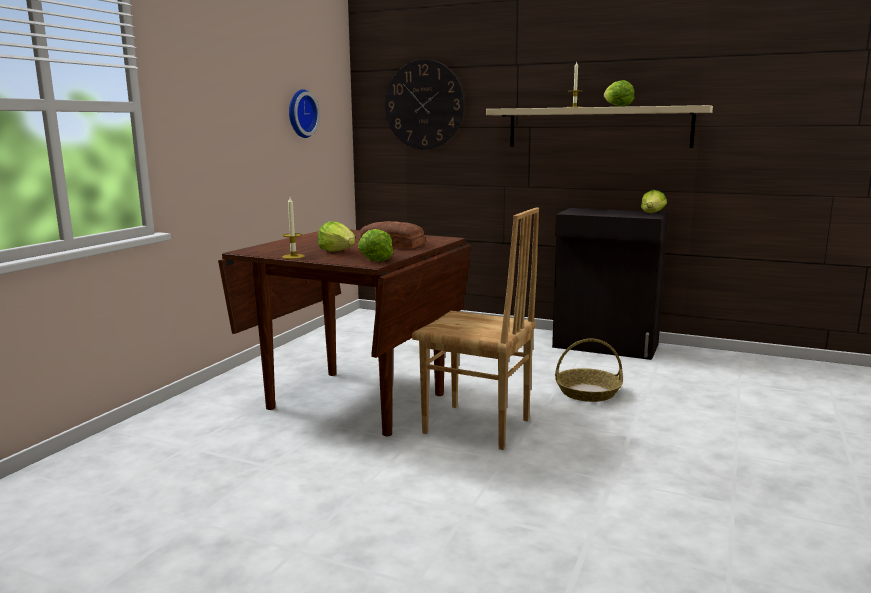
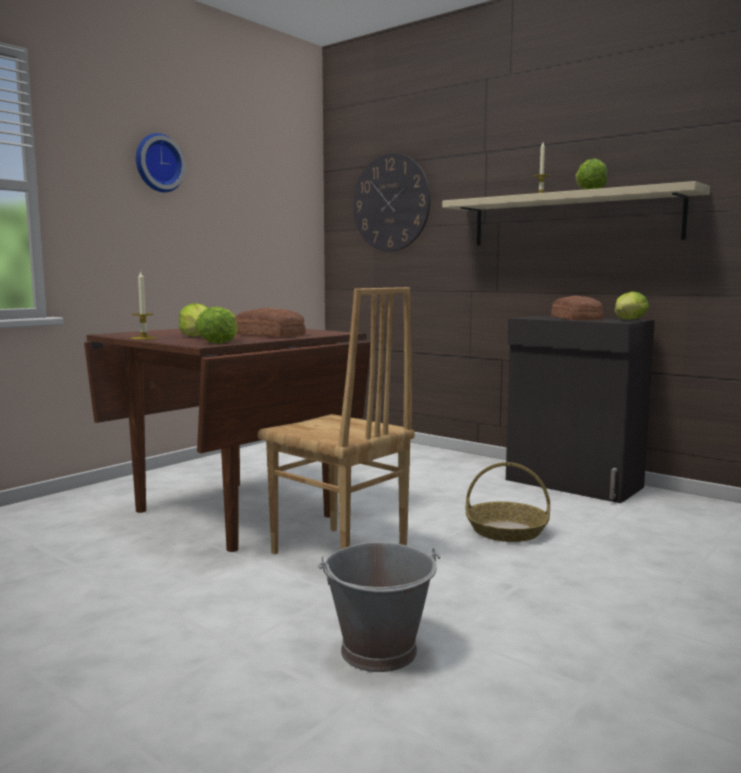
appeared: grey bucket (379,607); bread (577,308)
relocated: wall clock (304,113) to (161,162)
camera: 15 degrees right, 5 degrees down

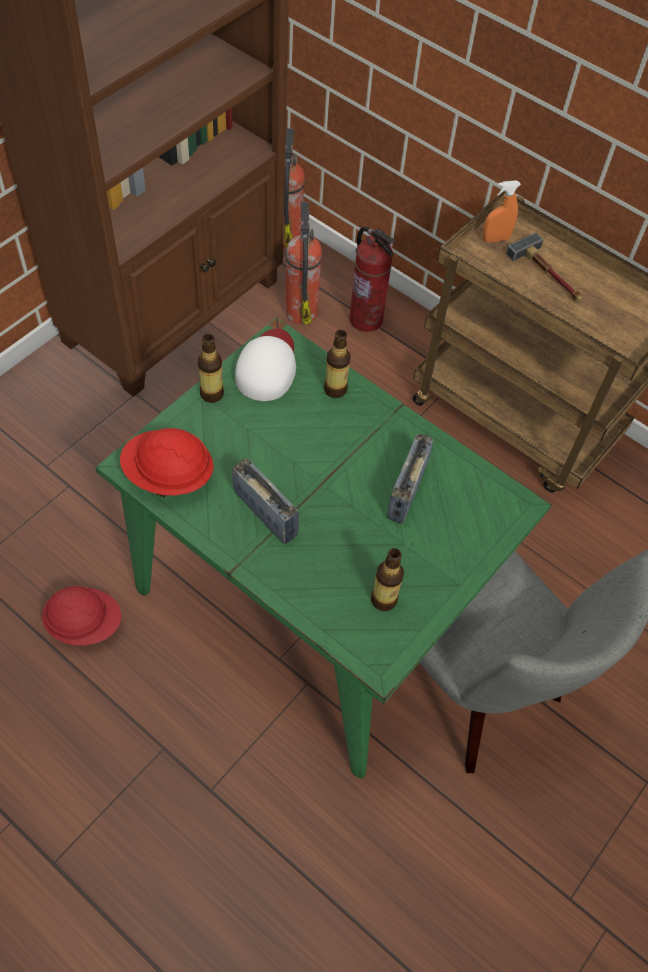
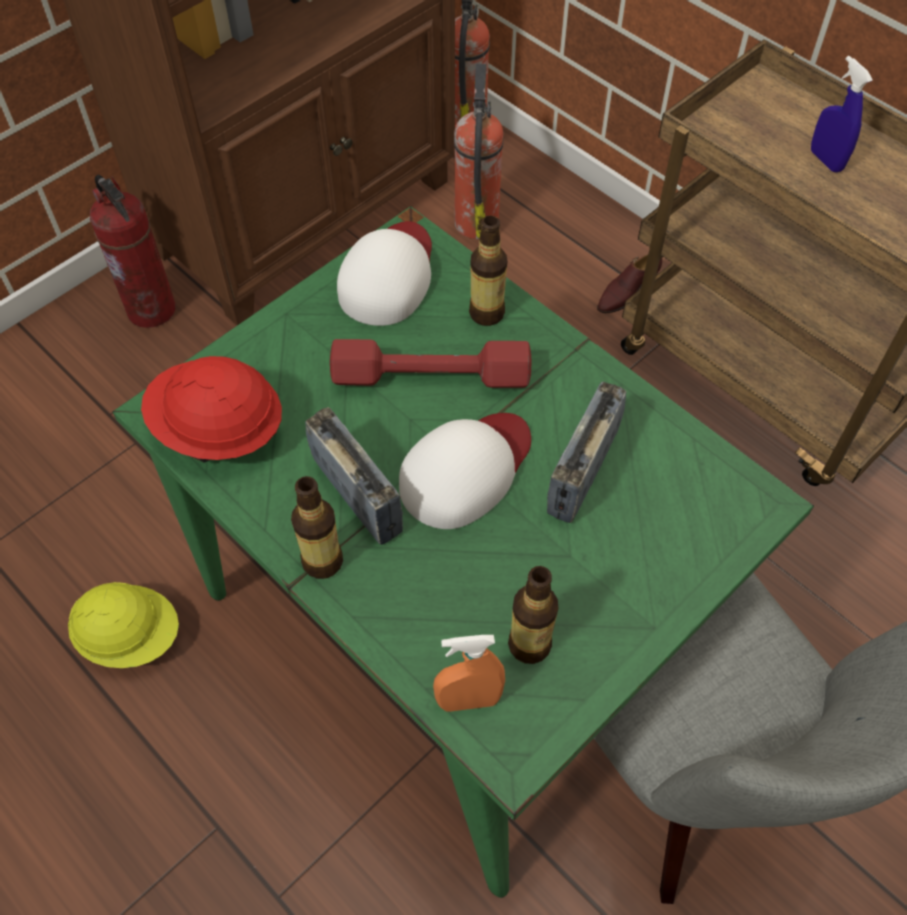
appeared: red dumbbell (431,363); white cap (465,471); brown shoe (629,283)
relocated: bottle (211,368) to (317,527); fire extinguisher (372,279) to (133,251); orange spray bottle (502,211) to (469,673)
exchanged: hammer (544,266) to blue spray bottle (841,114)
colour: red hard hat (81,615) to yellow hard hat (123,625)
camera: 10 degrees right, 0 degrees up

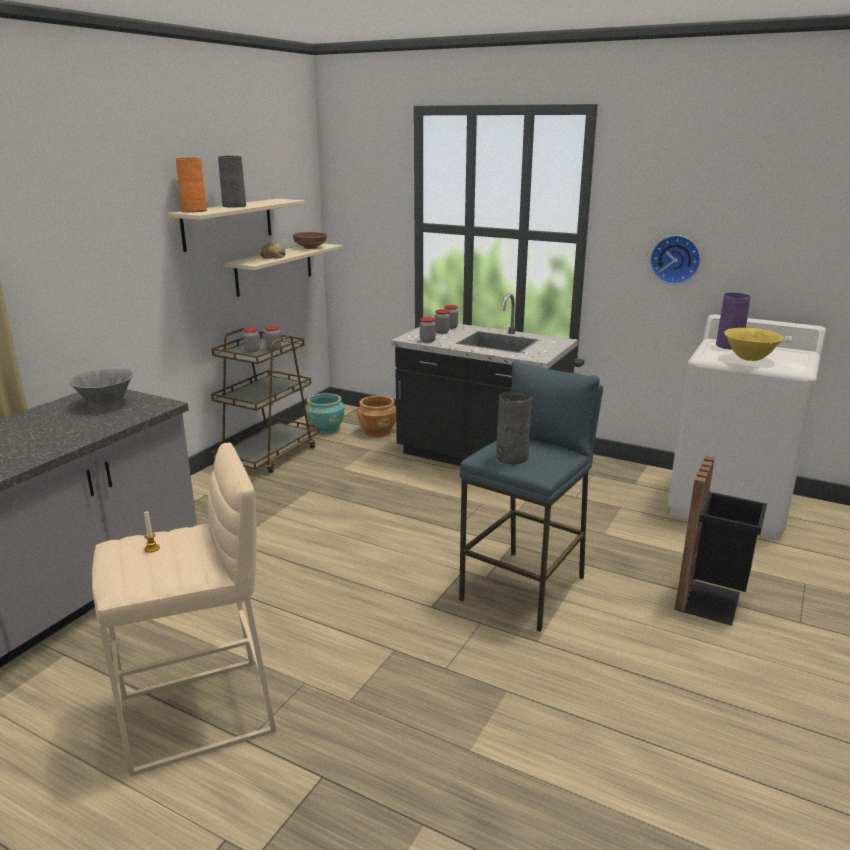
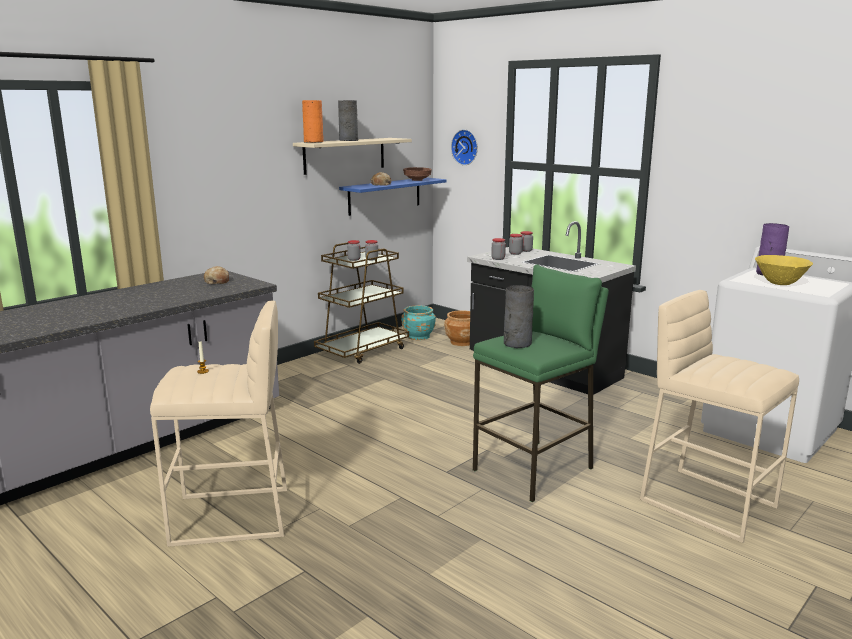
relocated: wall clock (675,260) to (464,147)
exchanged: grey bowl (101,387) to bread (216,275); black trash can (720,541) to beige stool (719,416)
colour: beige shelf (283,270) to blue shelf (393,197); blue stool (531,496) to green stool (541,383)
camera: 15 degrees right, 5 degrees down

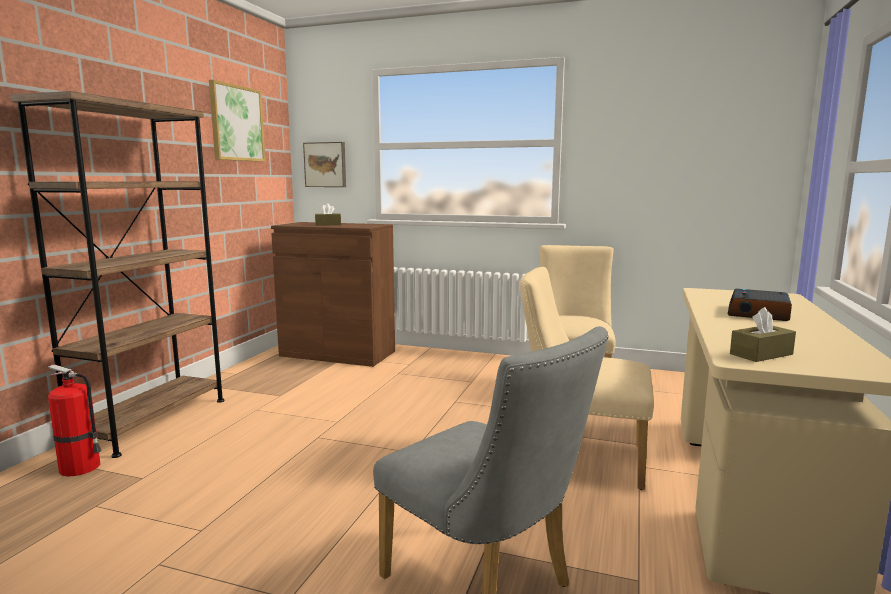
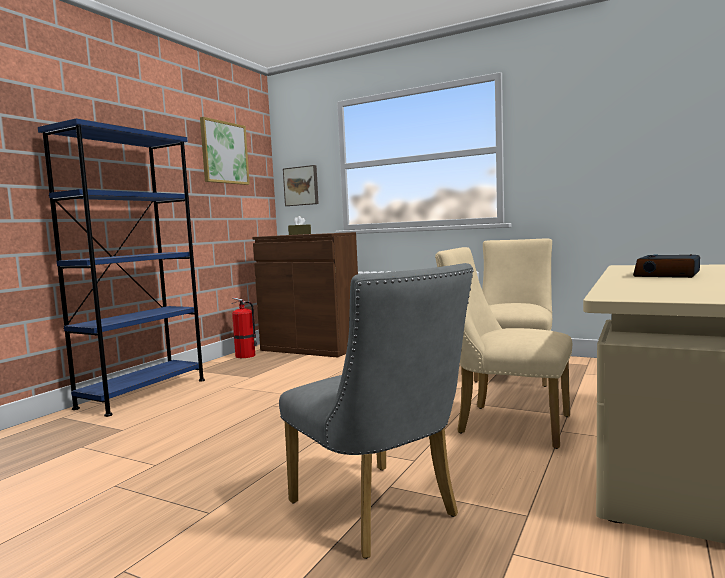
missing: brown tissue box (763,334)
relocated: fire extinguisher (74,420) to (244,327)
colour: brown bookcase (117,274) to blue bookcase (121,267)
camera: 10 degrees right, 5 degrees down

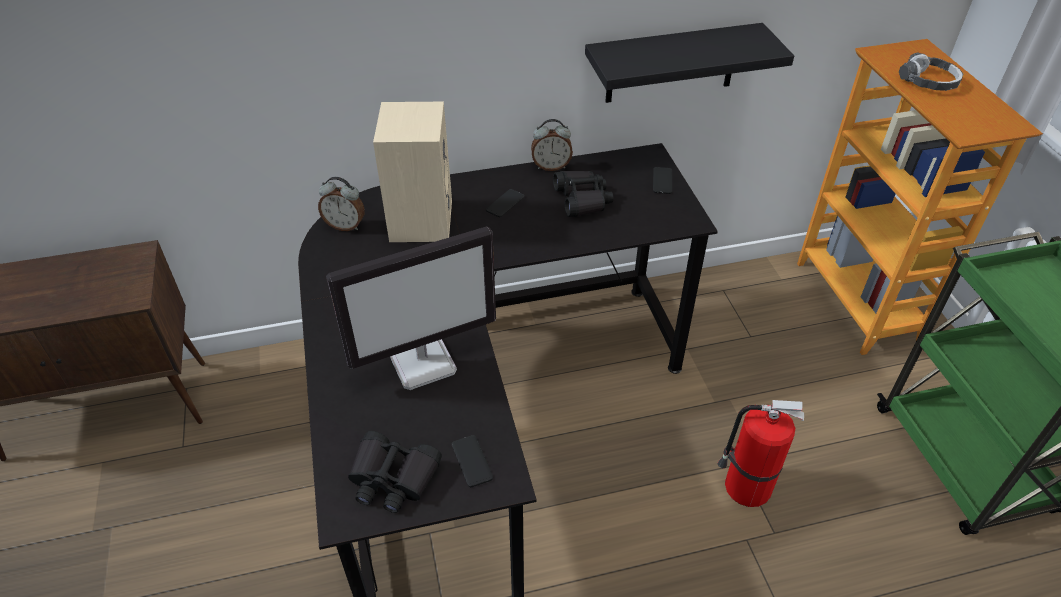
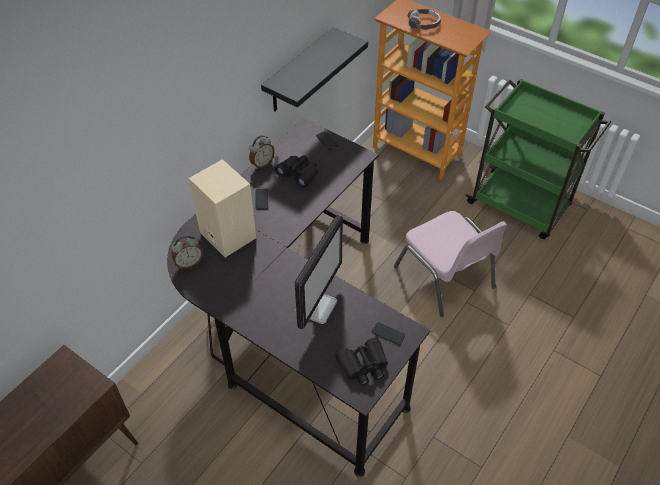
exchanged: fire extinguisher (760,453) to pink chair (450,264)
camera: 40 degrees left, 5 degrees up

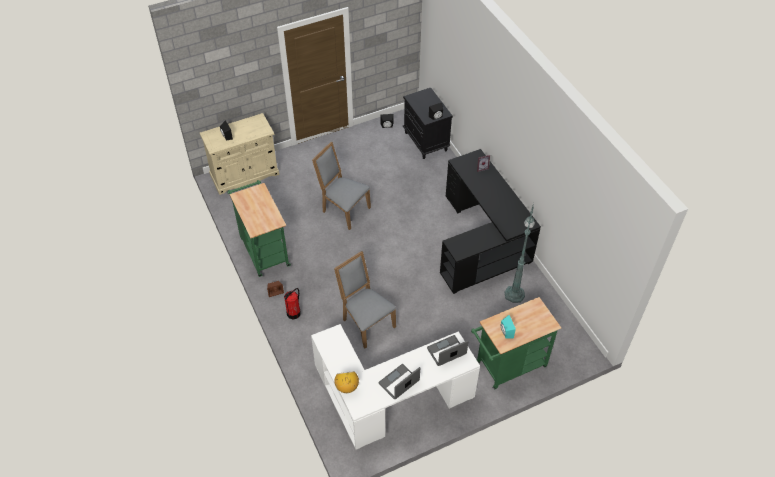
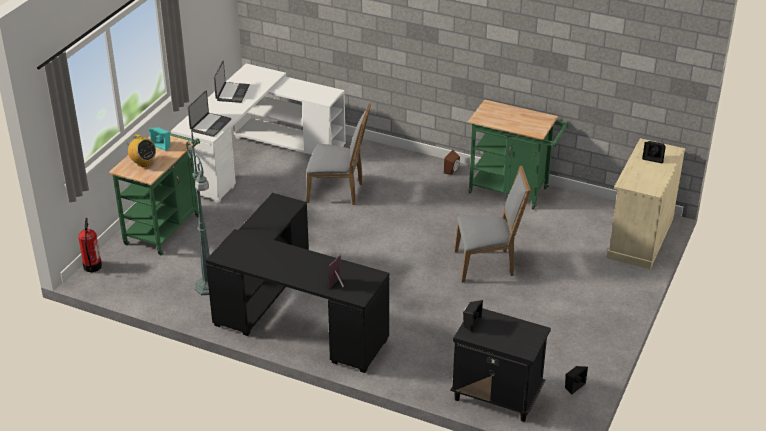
relocated: fire extinguisher (292,304) to (90,245); radio (346,382) to (140,150)
camera: 140 degrees right, 15 degrees down

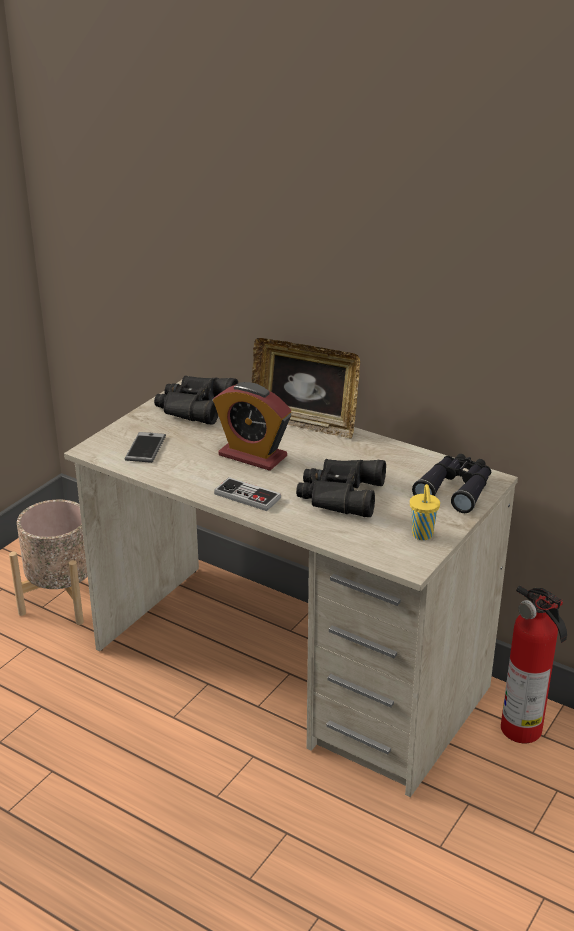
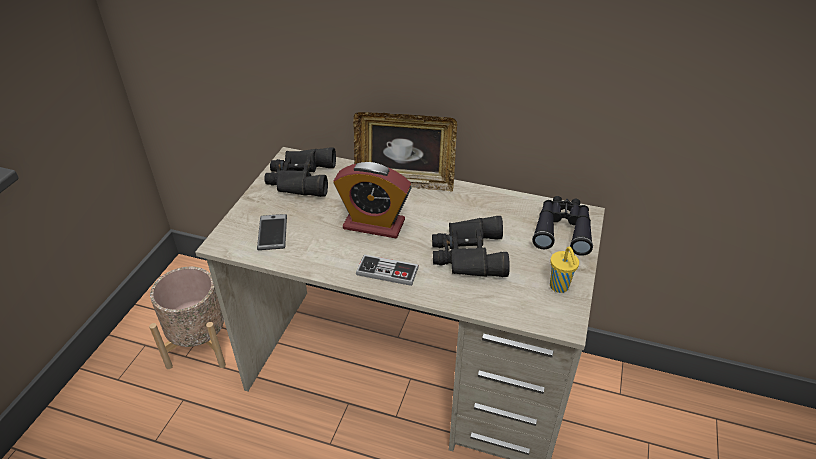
missing: fire extinguisher (534,664)
camera: 15 degrees left, 10 degrees up

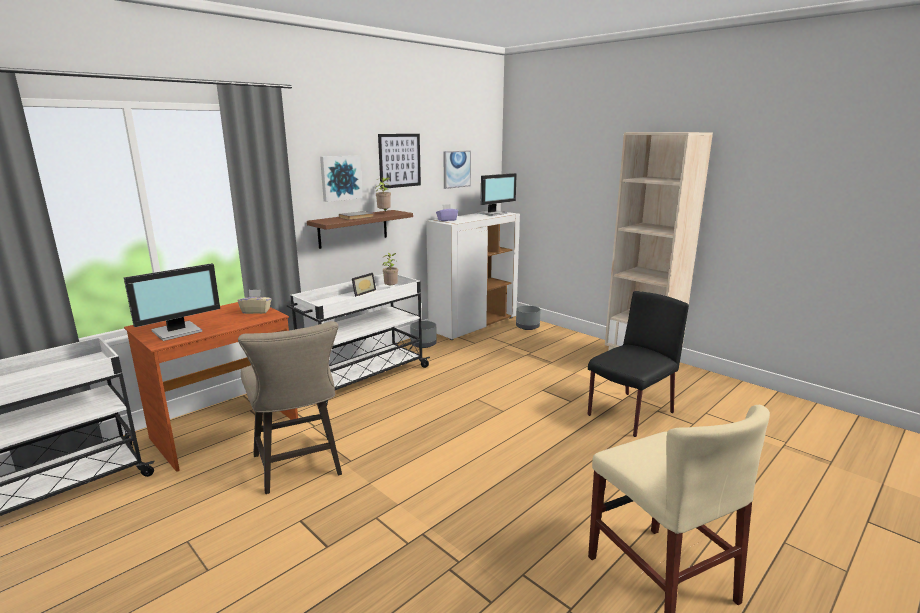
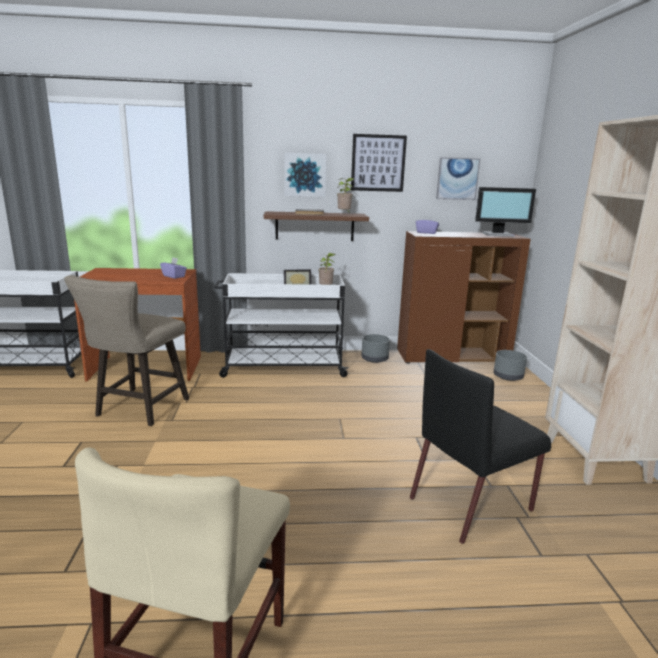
missing: monitor (172,302)
colour: beige tissue box (254,302) to purple tissue box (173,268); white cabinet (473,276) to brown cabinet (464,297)
spun: black chair (638,364) = (480,446) 150 degrees clockwise
camera: 40 degrees right, 0 degrees up

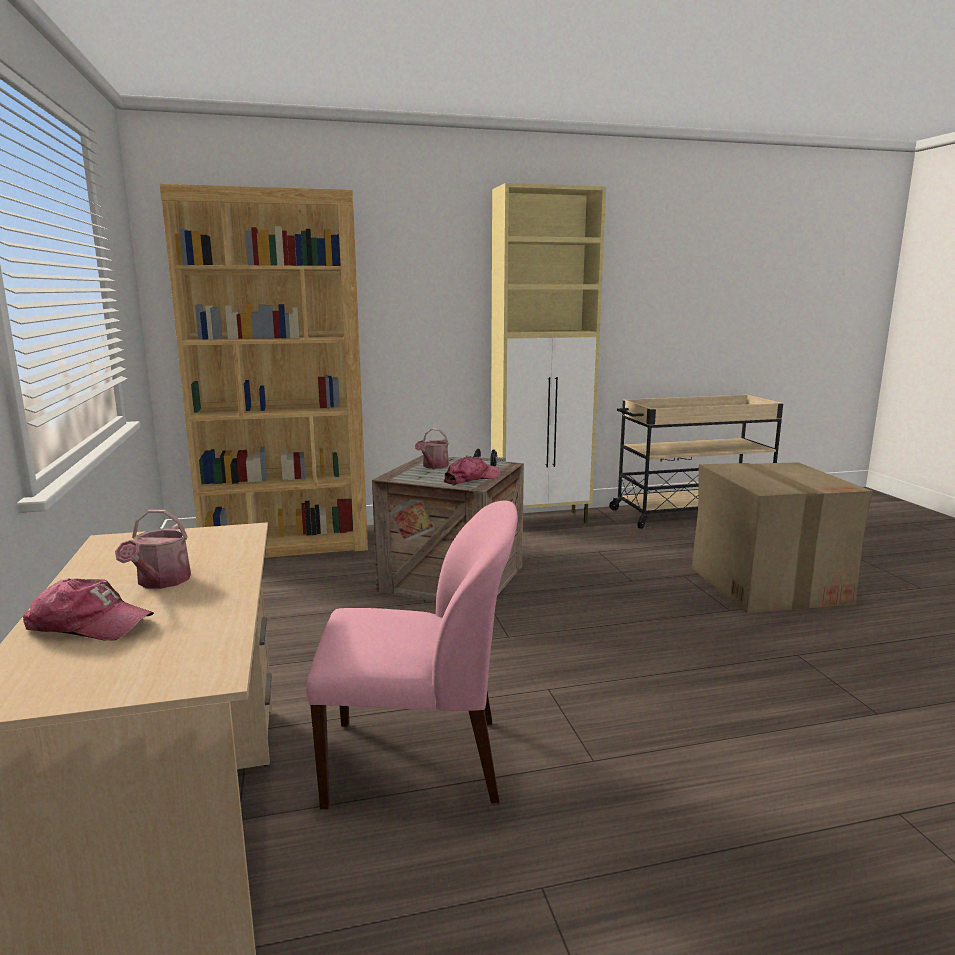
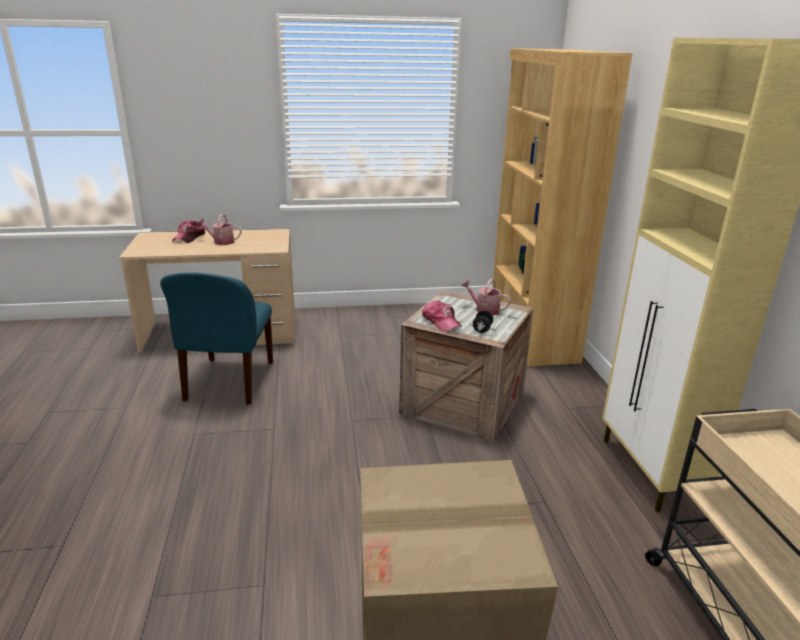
colour: pink chair (412,654) to blue chair (216,338)
camera: 95 degrees right, 10 degrees up

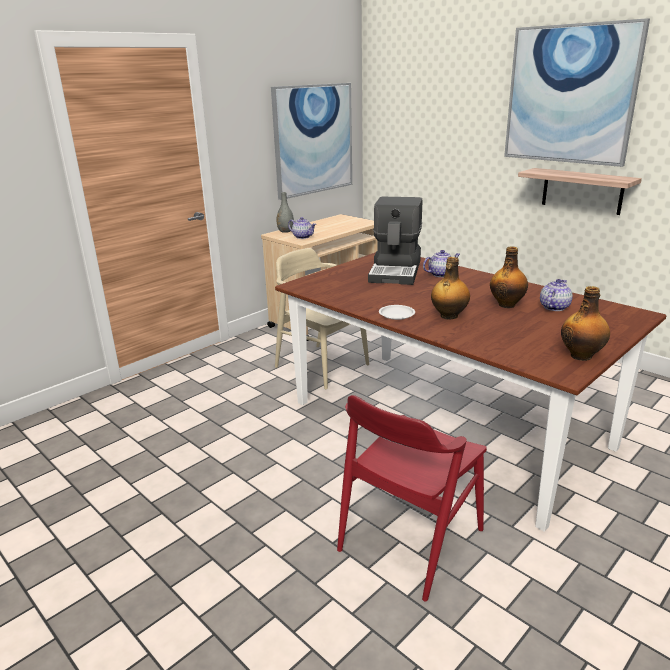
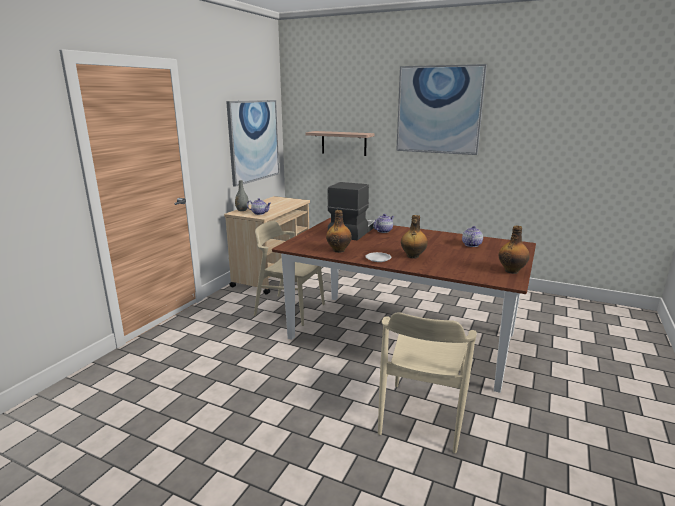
relocated: bottle (509,277) to (339,231); shelf (580,191) to (340,143)
colour: red chair (412,498) to beige chair (427,382)
spun: coffee machine (395,241) = (351,211) 150 degrees counterclockwise
camera: 20 degrees left, 5 degrees down

